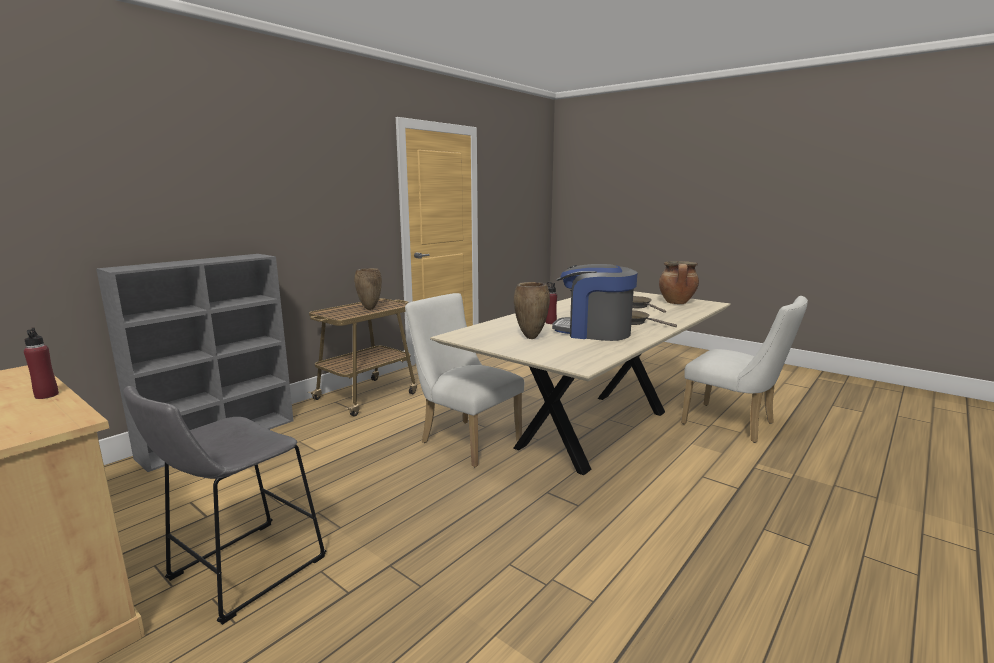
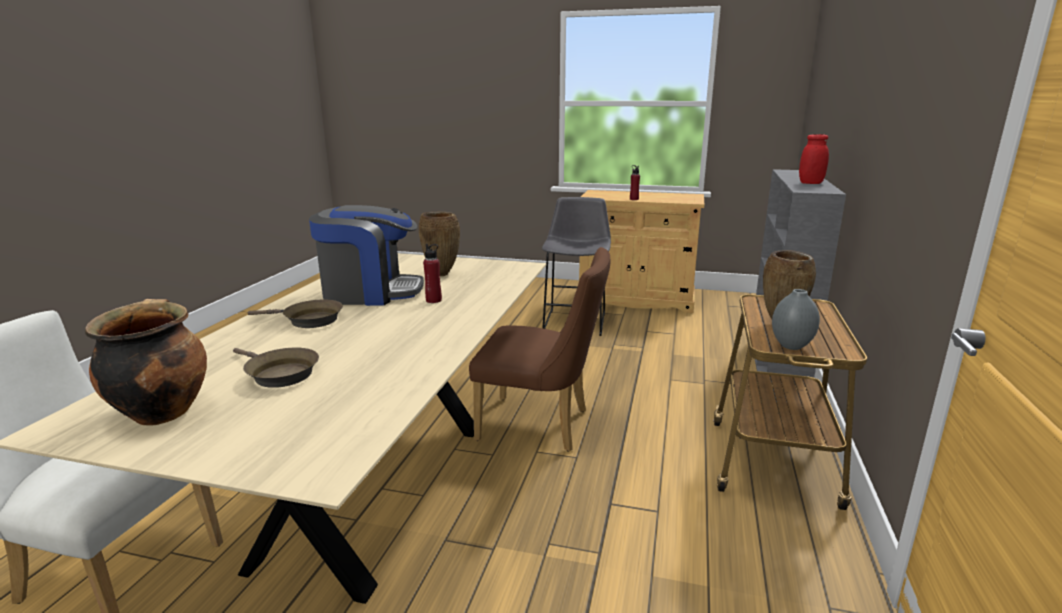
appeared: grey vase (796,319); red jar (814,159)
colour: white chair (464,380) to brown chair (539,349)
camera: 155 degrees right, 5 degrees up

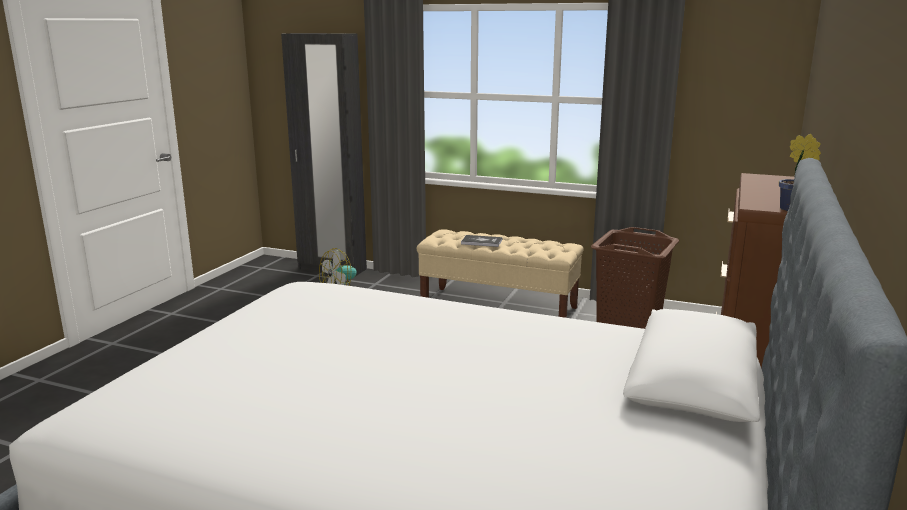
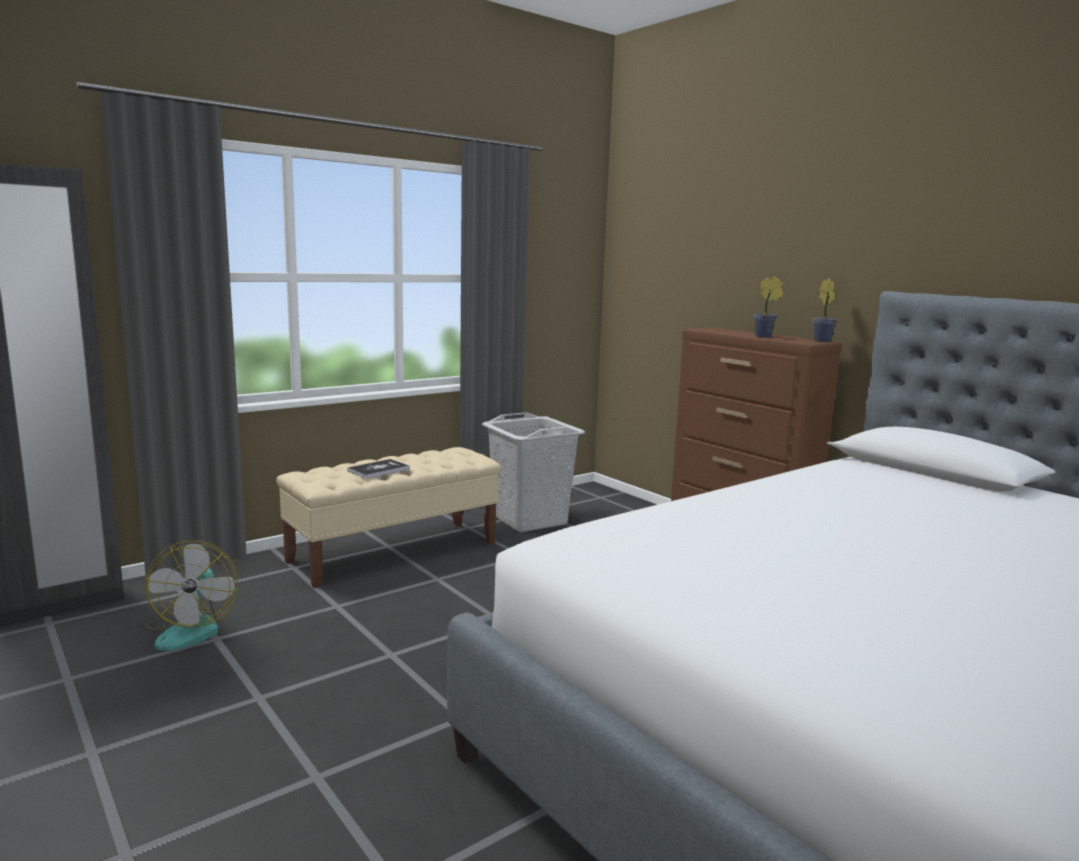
appeared: potted plant (768,307)
colour: brown laundry basket (635,278) to grey laundry basket (533,472)
camera: 60 degrees left, 5 degrees down

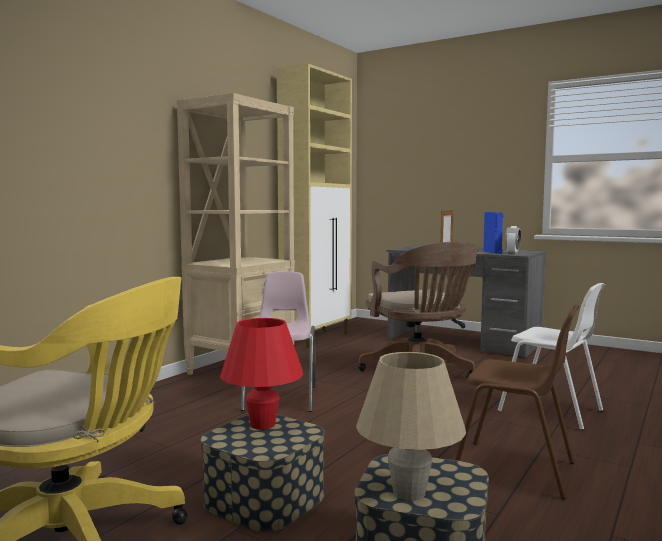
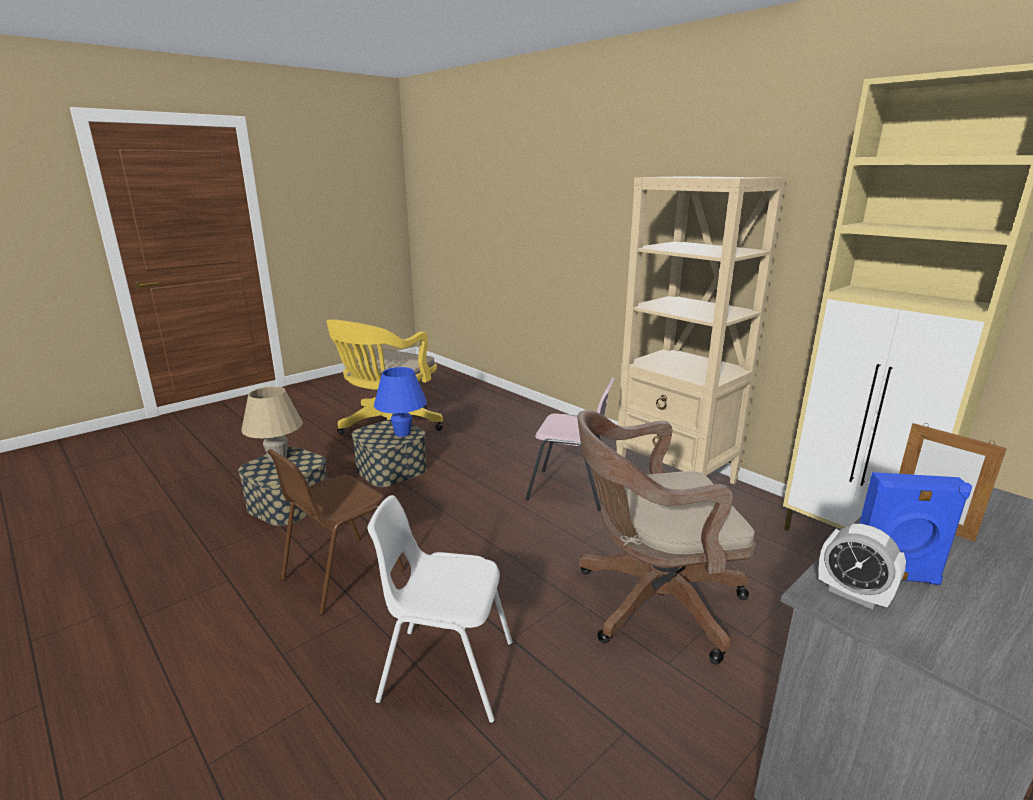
colour: red table lamp (261,374) to blue table lamp (400,402)
spun: white chair (551,356) = (440,609) 45 degrees clockwise
camera: 105 degrees right, 15 degrees up

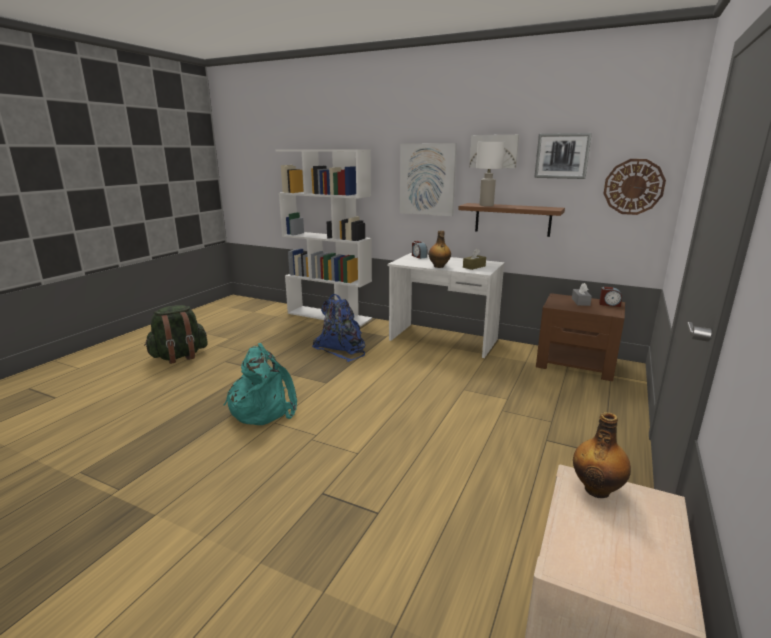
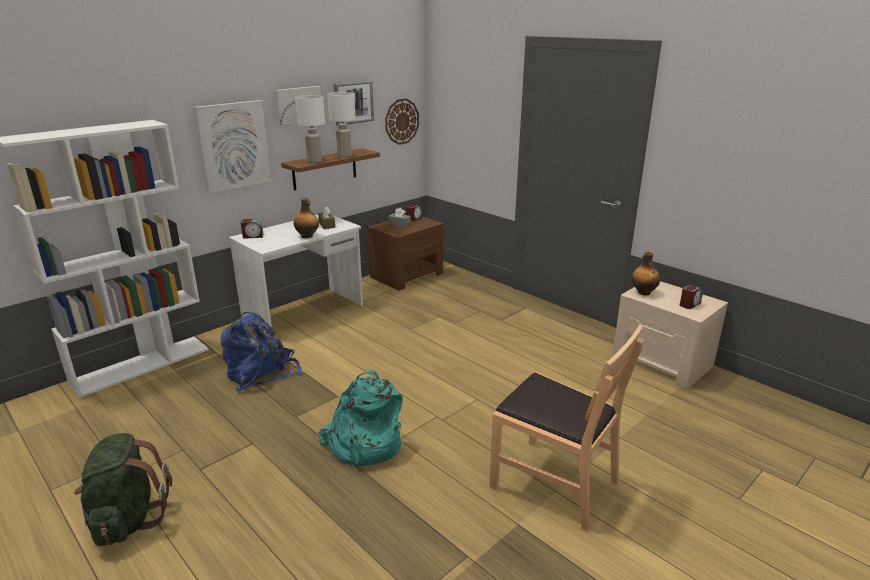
appeared: white table lamp (341,124); brown chair (566,428); alarm clock (691,297)
camera: 70 degrees left, 5 degrees up

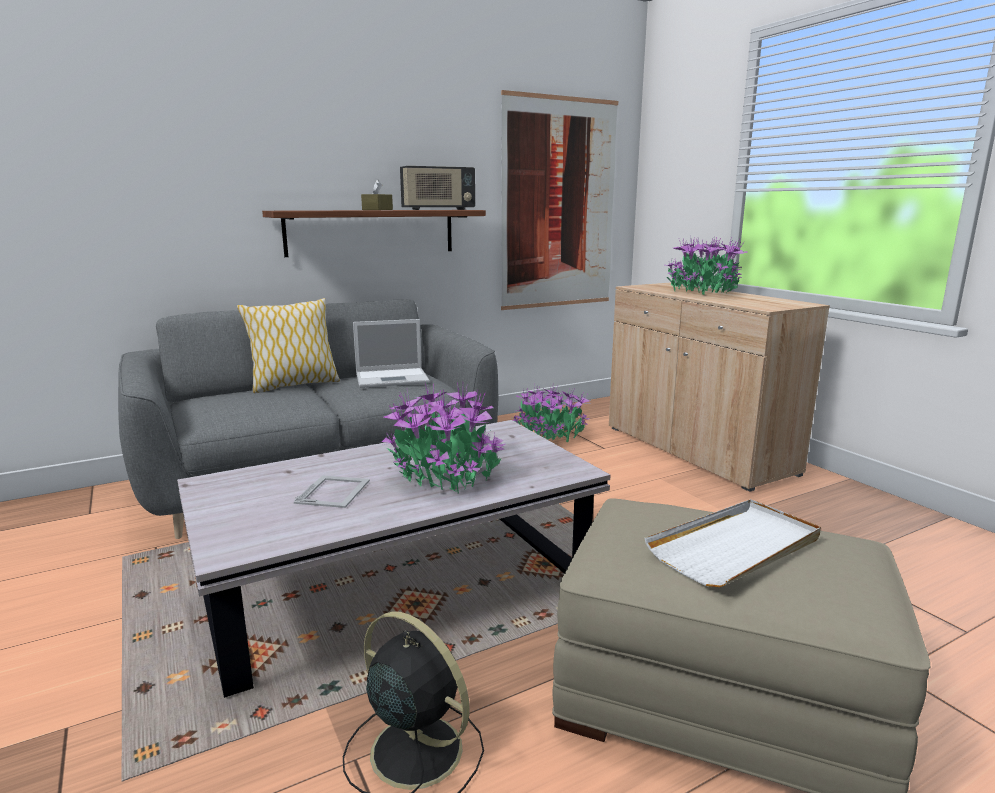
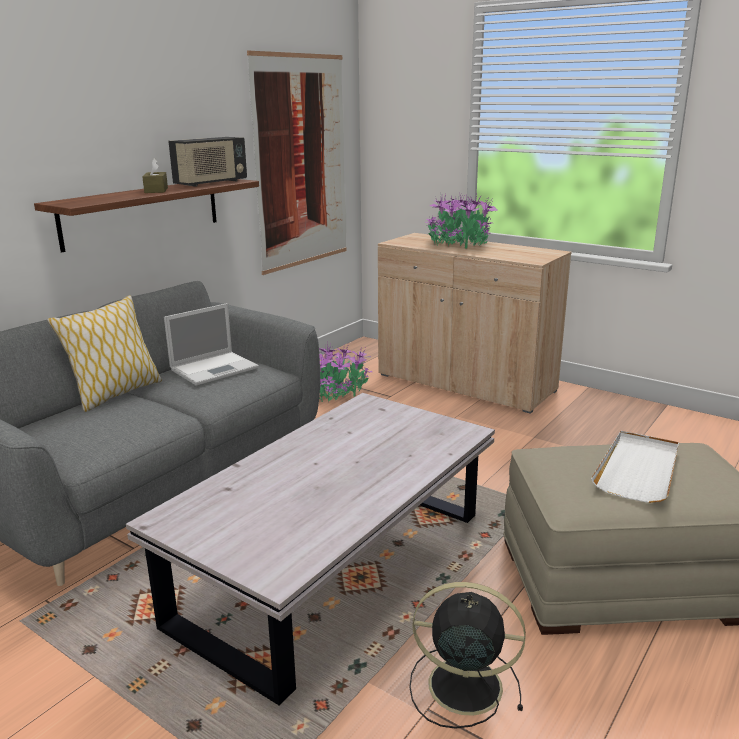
missing: picture frame (332,491); potted plant (443,438)
camera: 25 degrees left, 5 degrees up

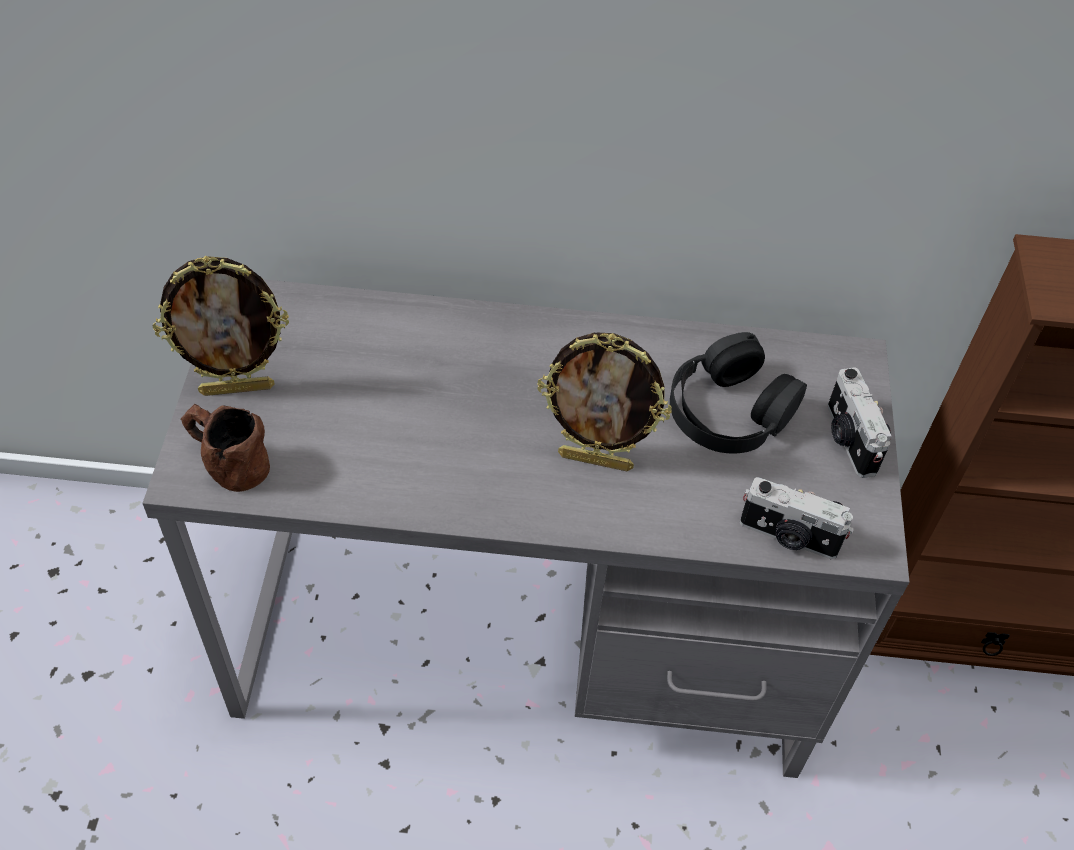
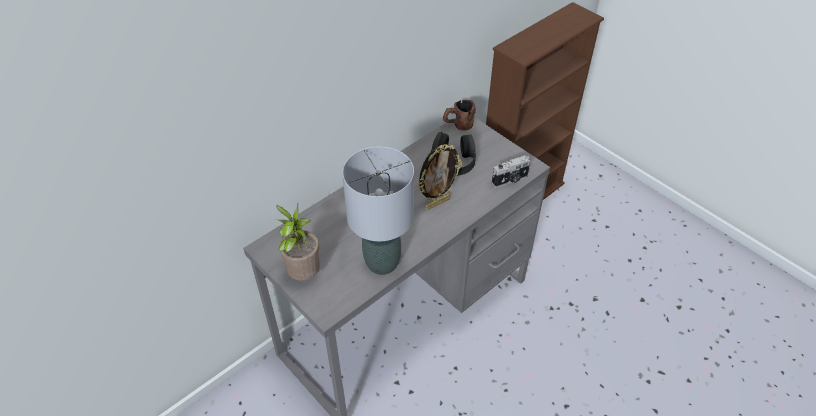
missing: photo camera (859,422)
appeared: grey table lamp (378,210)
relocated: brown mug (225,448) to (459,115)
exchanged: picture frame (221,326) to potted plant (298,242)
camera: 45 degrees left, 5 degrees down

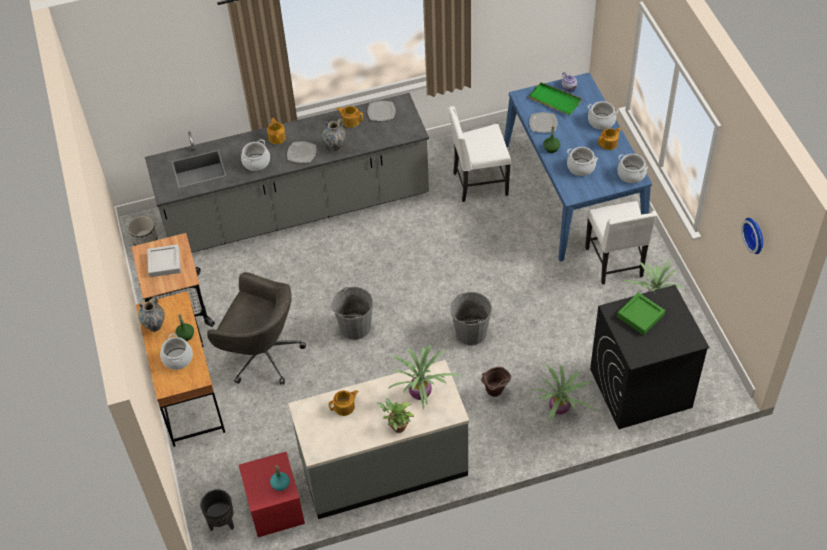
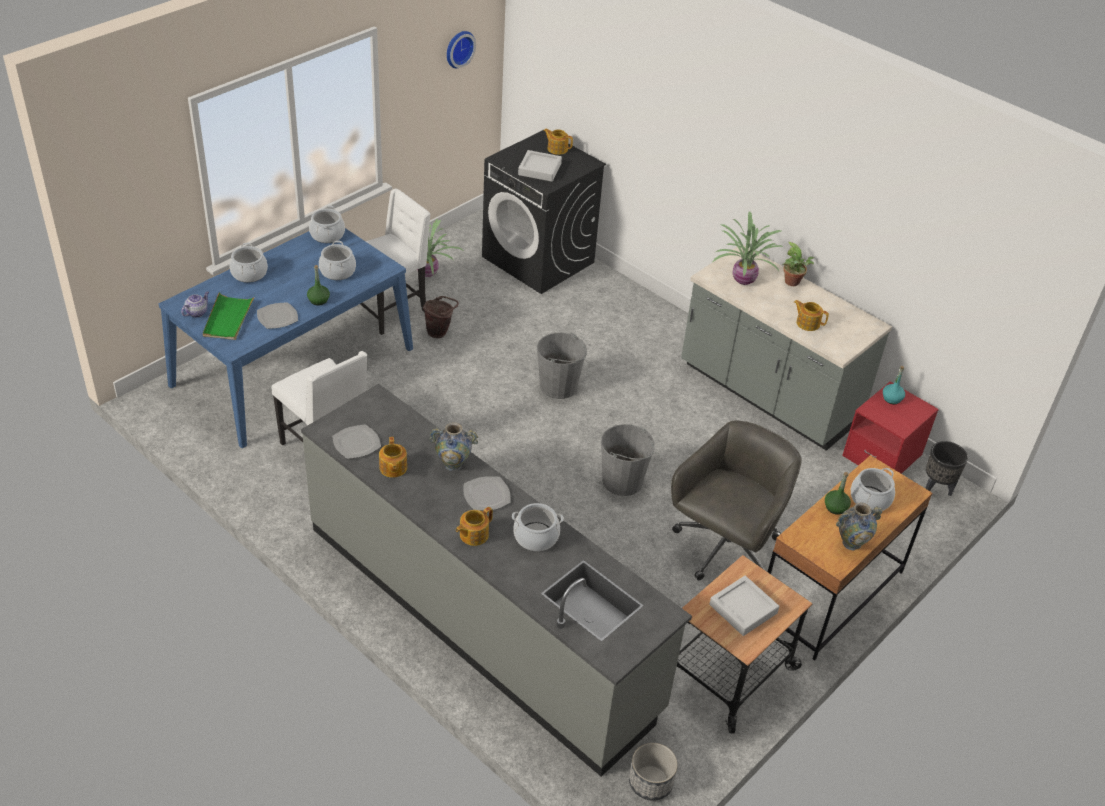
missing: potted plant (563,393)
relocated: brown bucket (496,382) to (441,317); teapot (610,138) to (558,142)
colour: green tray (641,313) to grey tray (540,166)
spun: grey office chair (256,328) = (736,500) 45 degrees clockwise
camera: 125 degrees left, 10 degrees down

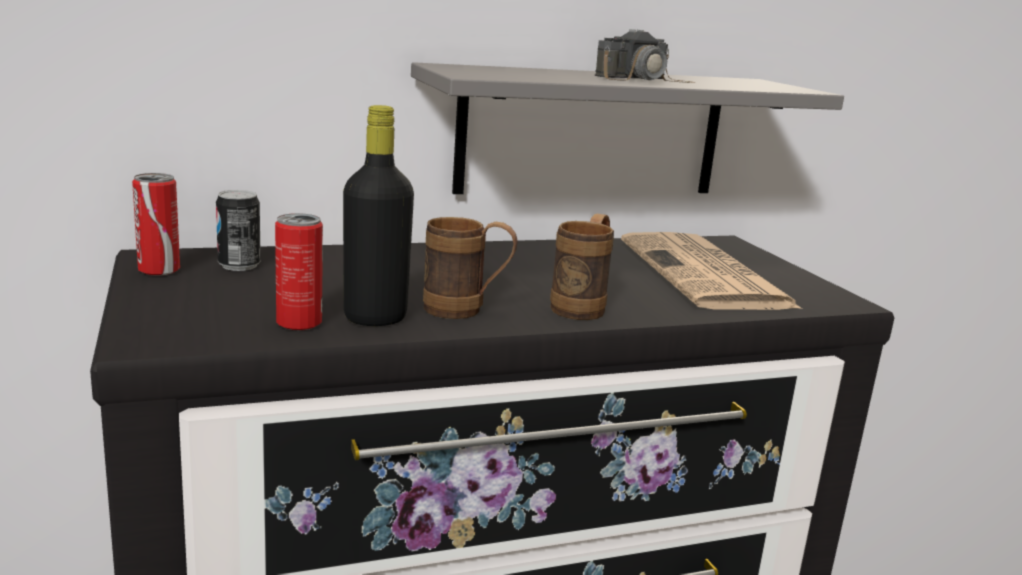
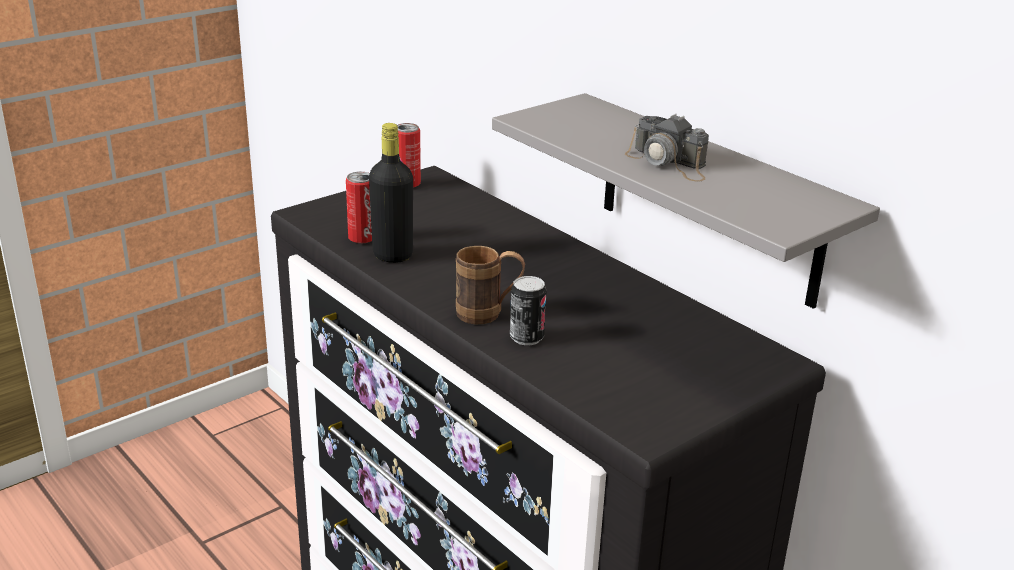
missing: brown mug (470,268); newspaper (712,271)
relocated: can (238,230) to (528,310)
camera: 70 degrees right, 10 degrees up

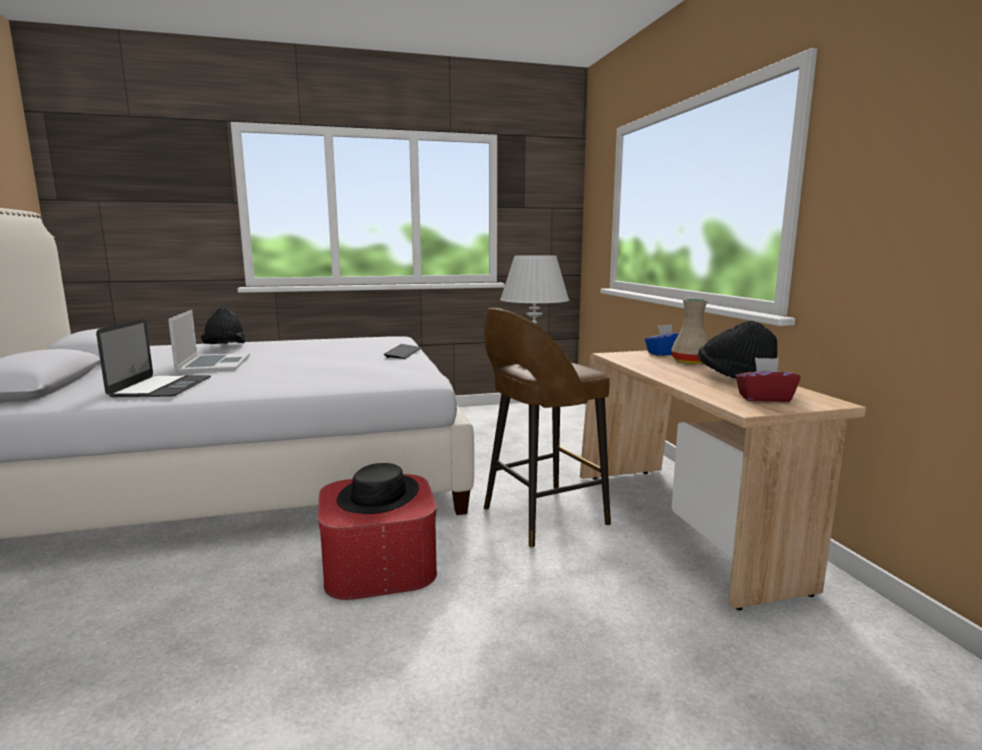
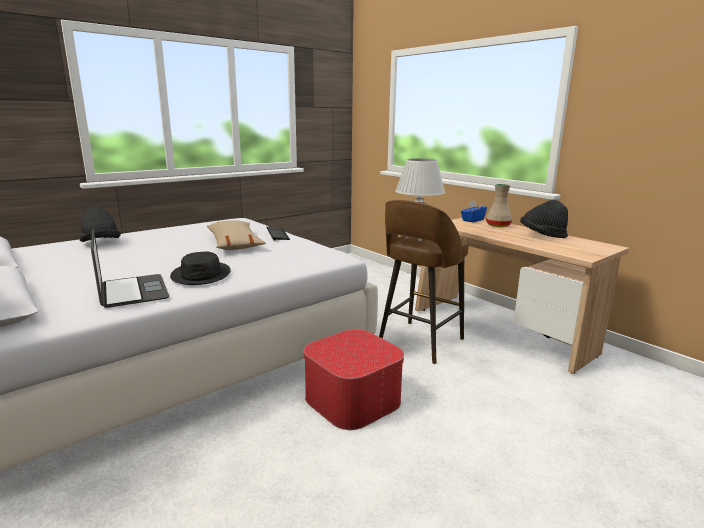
missing: laptop (209,341); red tissue box (767,380)
appeared: beige pillow (236,235)
relocated: black hat (378,488) to (200,268)
camera: 25 degrees left, 5 degrees up

